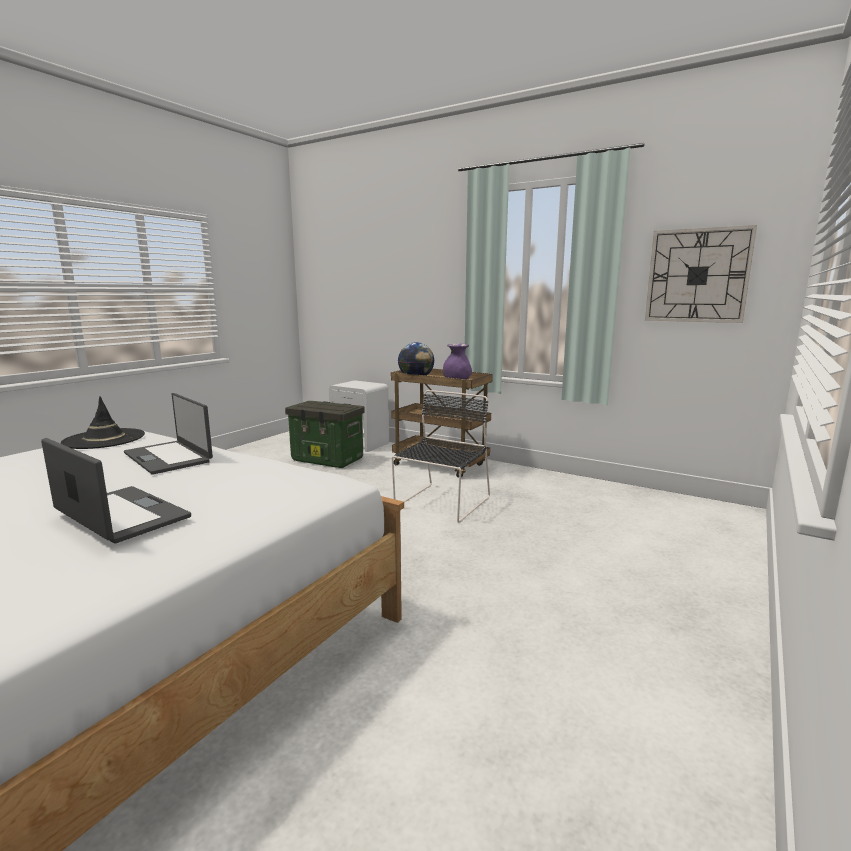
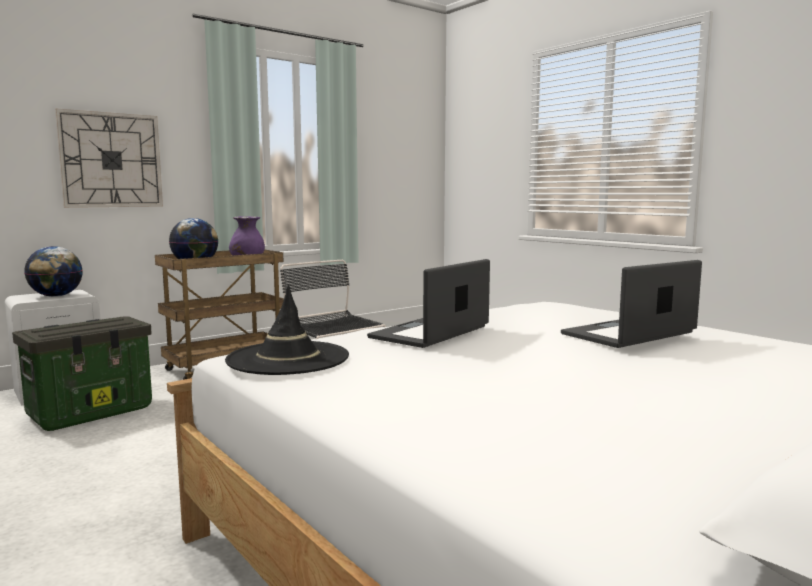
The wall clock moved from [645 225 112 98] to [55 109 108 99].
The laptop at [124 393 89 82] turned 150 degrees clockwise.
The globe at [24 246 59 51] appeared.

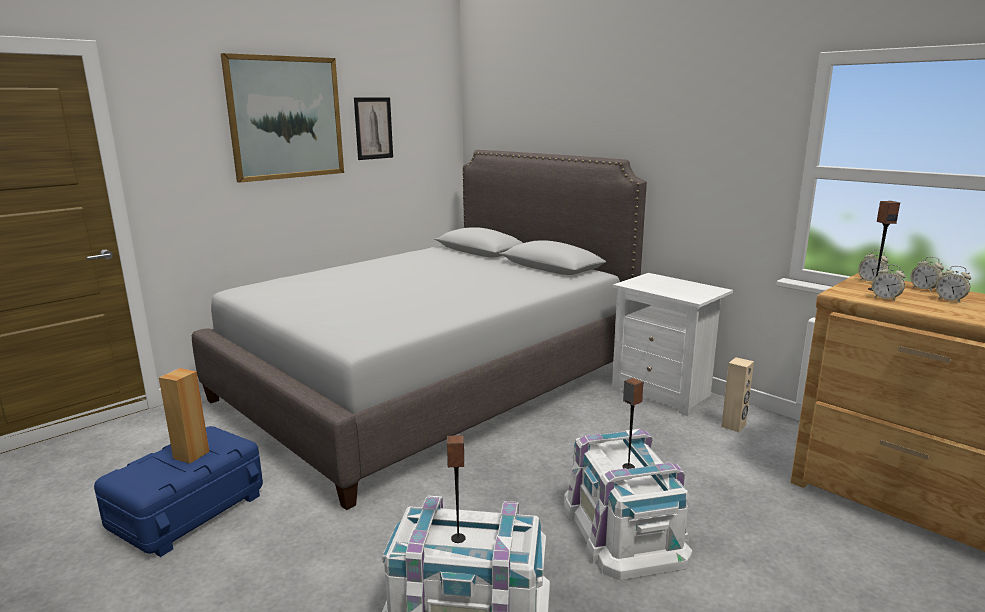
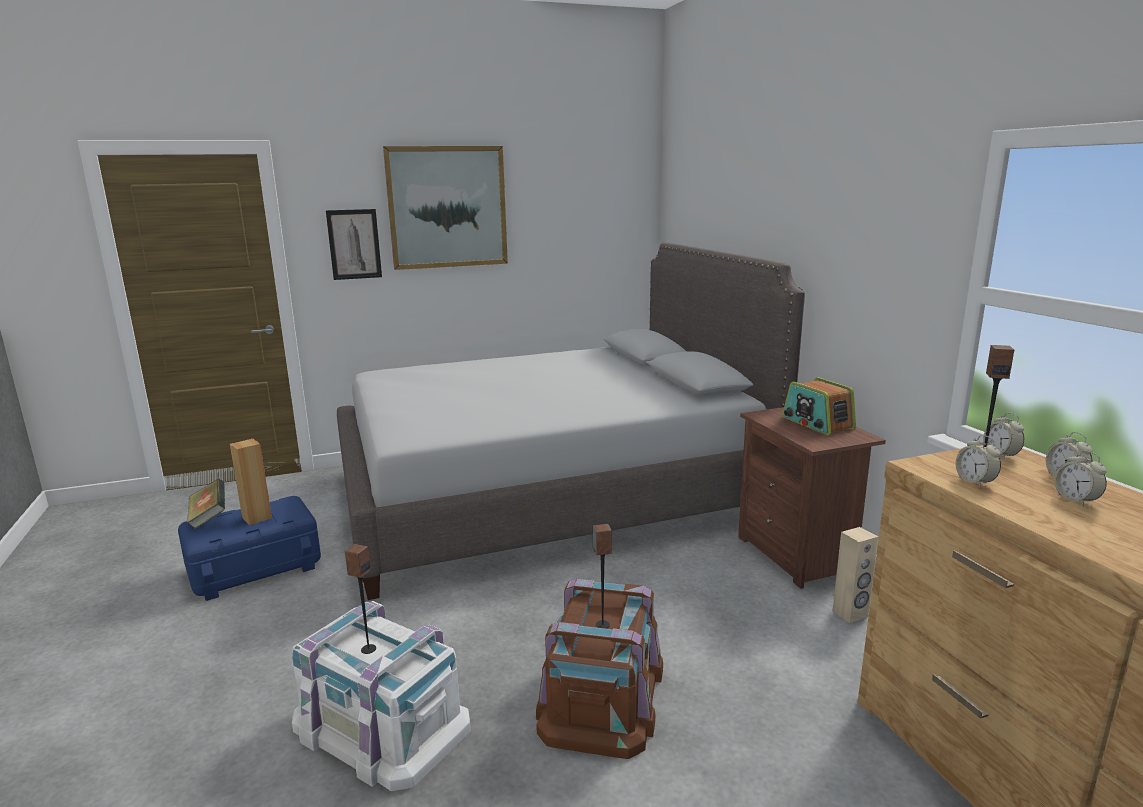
The picture moved from [354 97 39 63] to [326 209 56 71].
The white nightstand at [612 273 121 143] became the brown nightstand at [738 407 148 182].
The white storage box at [564 429 128 151] became the brown storage box at [536 579 127 180].
The radio at [782 377 74 58] appeared.
The book at [187 479 38 50] appeared.

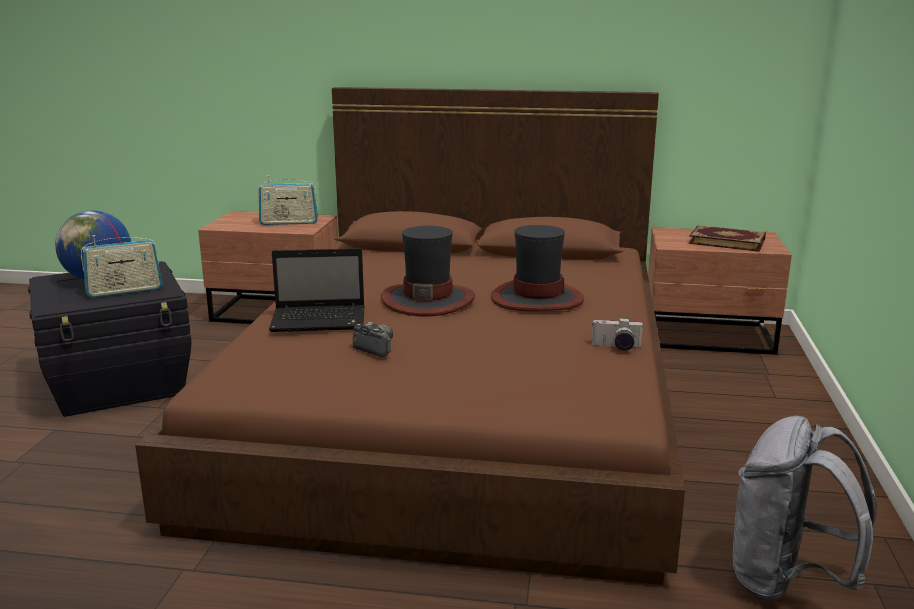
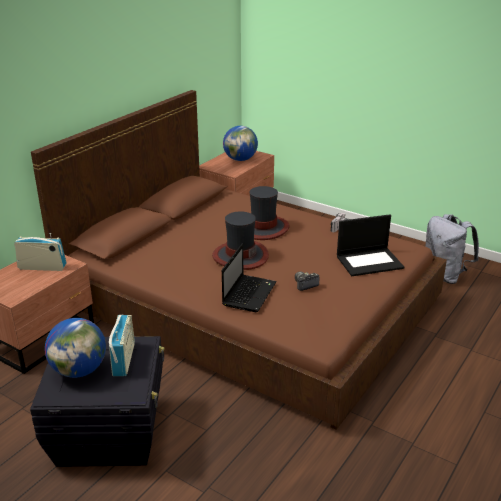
The radio at [258 175 60 50] turned 105 degrees counterclockwise.
The book at [689 225 77 27] was replaced by the globe at [223 126 35 35].
The laptop at [337 214 67 62] appeared.

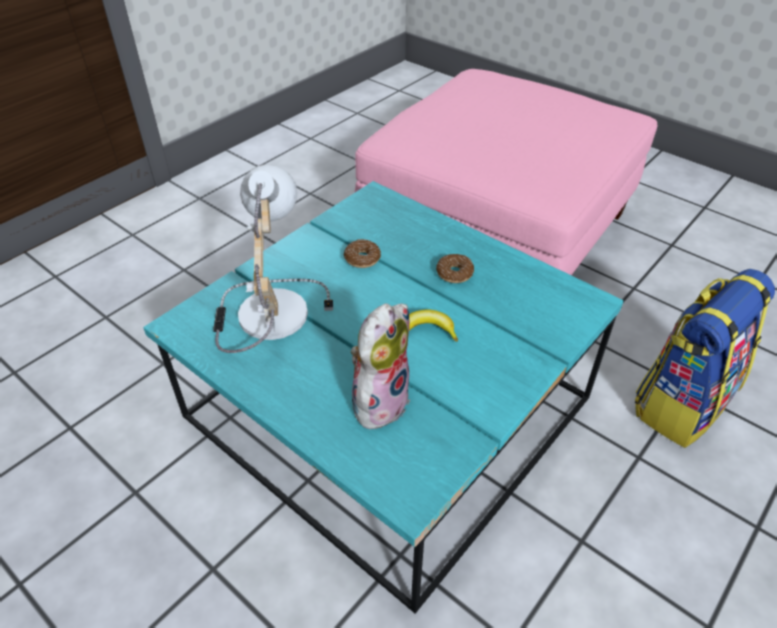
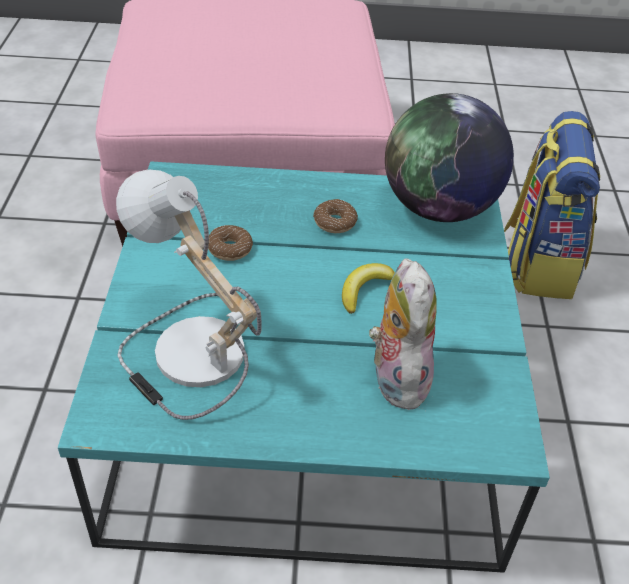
The globe at [385 93 129 129] appeared.

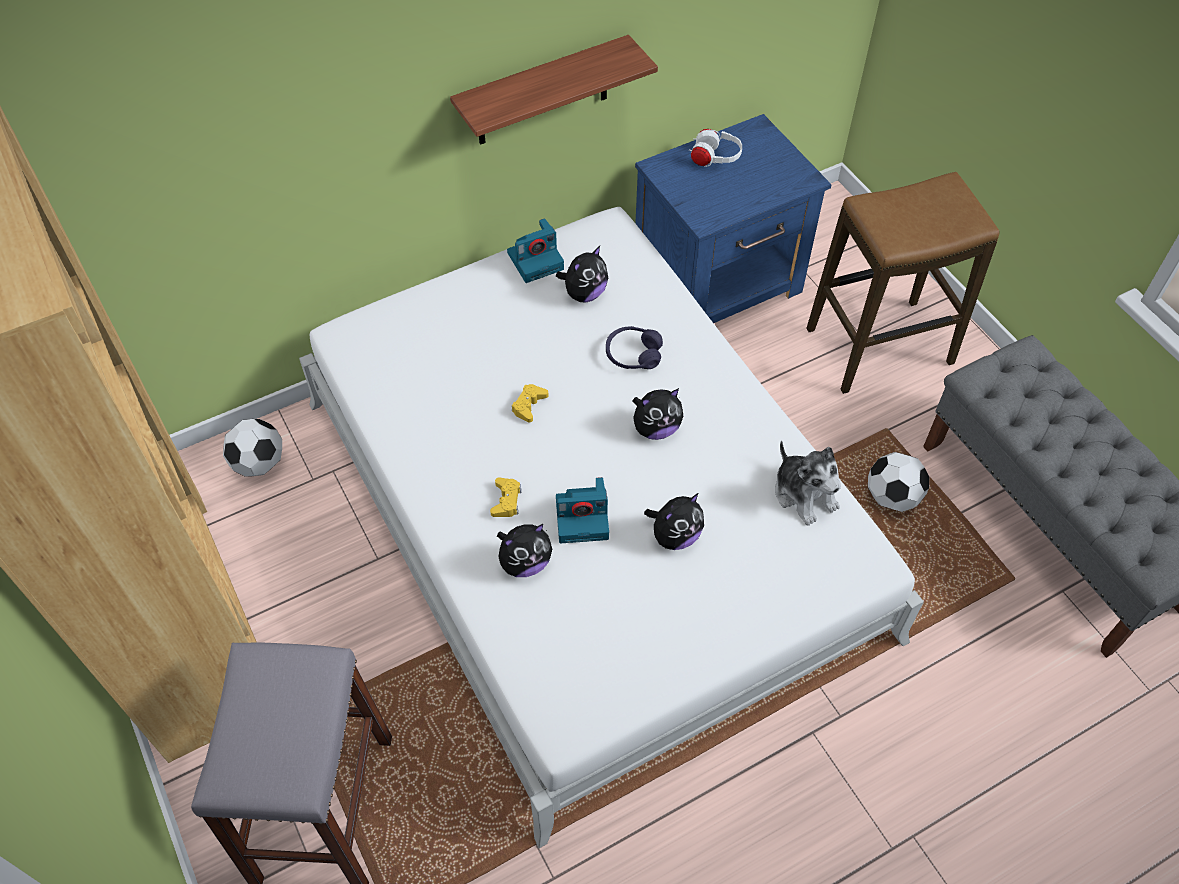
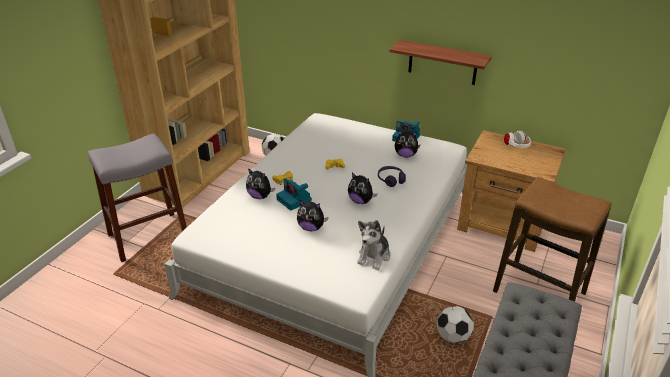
The blue nightstand at [635 114 196 209] became the brown nightstand at [457 130 109 122].

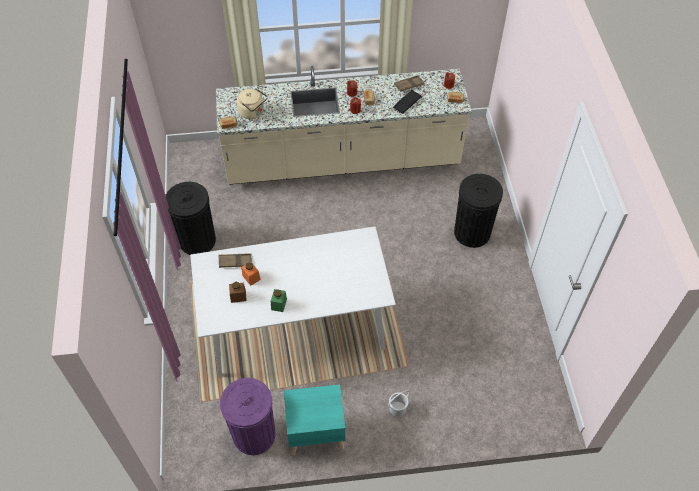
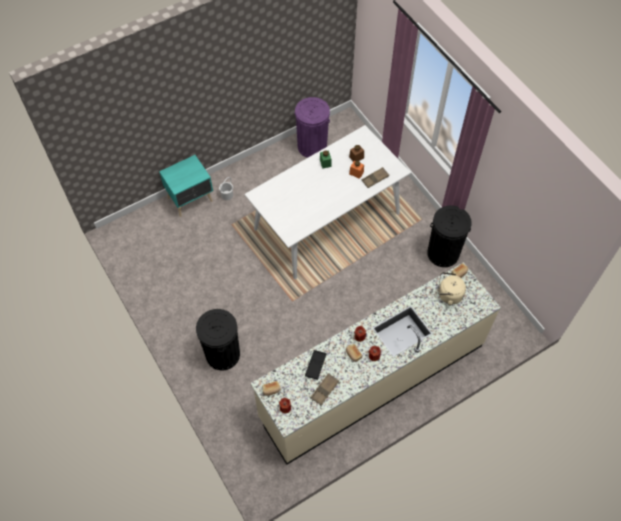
The turquoise nightstand moved from [284 384 61 71] to [159 155 54 62].

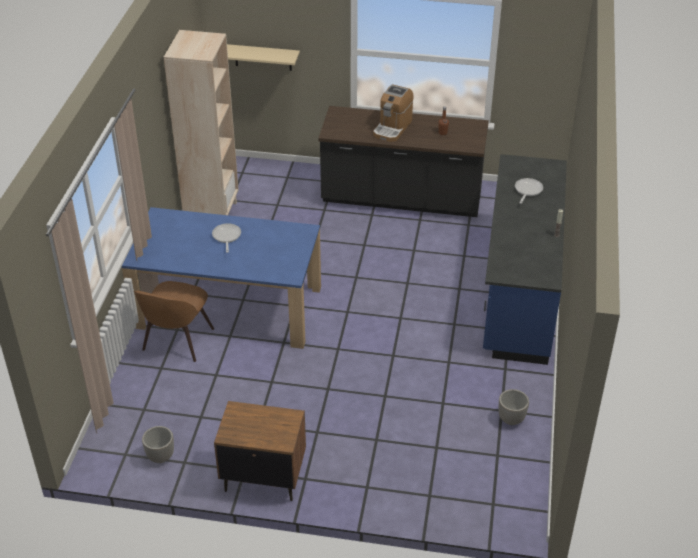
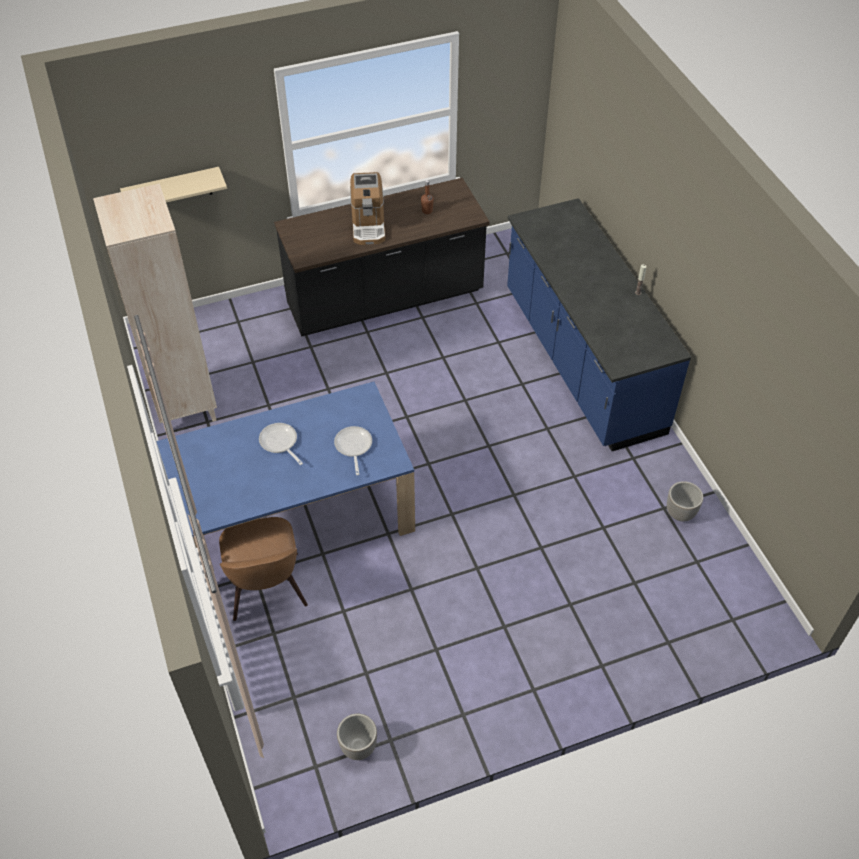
The frying pan moved from [515 178 28 26] to [334 426 38 49].
The brown nightstand at [214 401 92 100] disappeared.

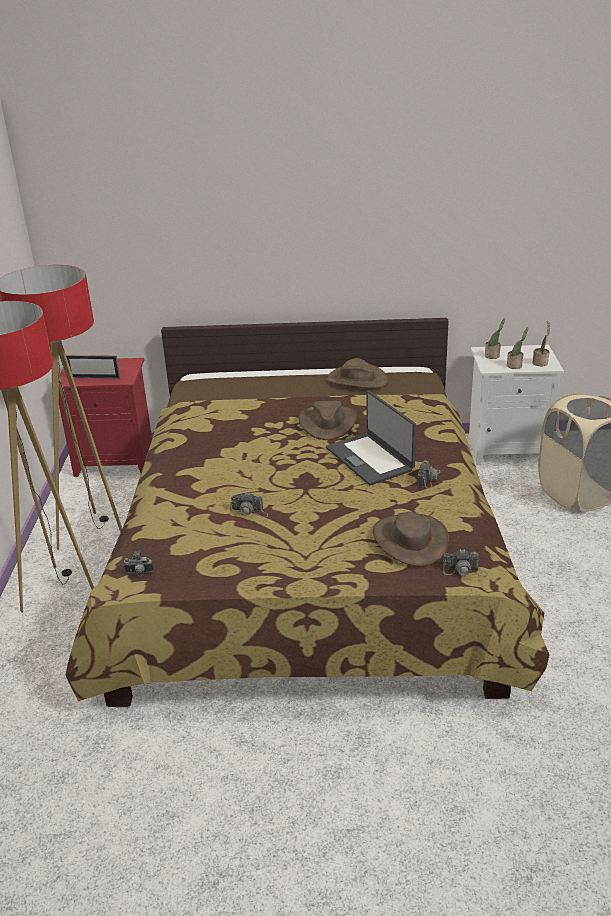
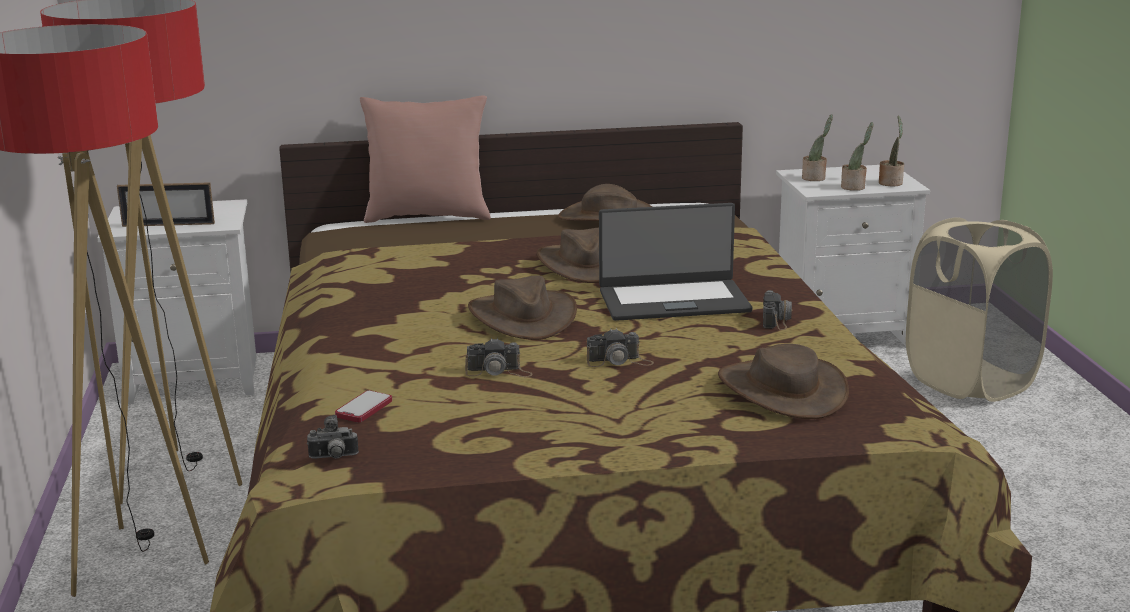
The red nightstand at [59 358 93 119] became the white nightstand at [97 199 159 205].
The laptop at [326 390 90 95] turned 60 degrees counterclockwise.
The photo camera moved from [443 549 45 28] to [587 328 67 39].
The pink pillow at [360 96 131 127] appeared.
The brown hat at [468 275 109 65] appeared.
The phone at [335 390 57 32] appeared.

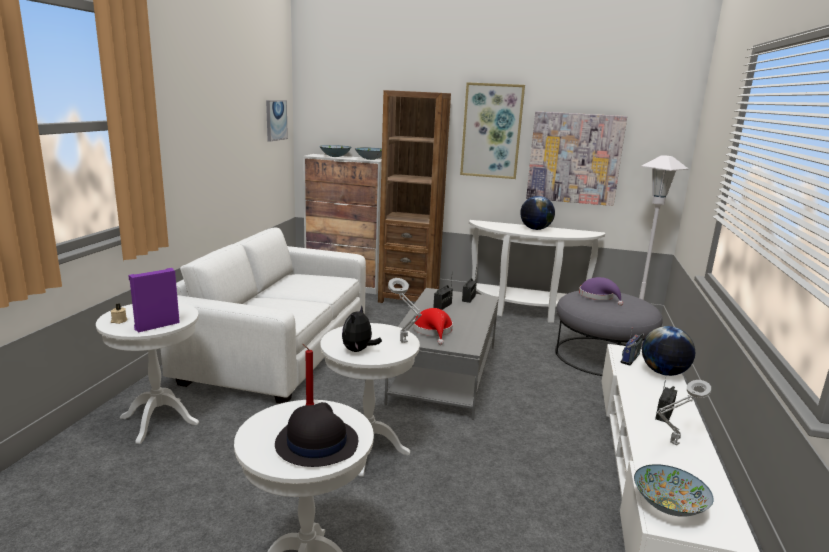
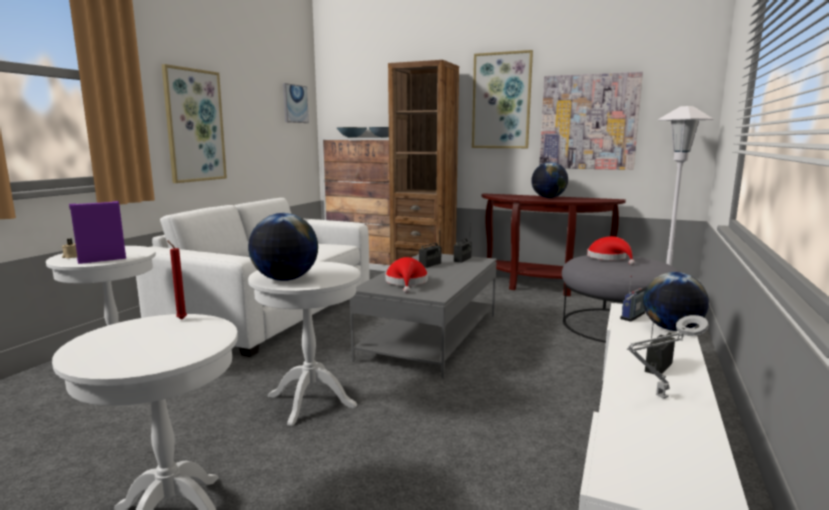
The white console table at [469 220 136 103] became the brown console table at [481 193 145 103].
The purple hat at [579 277 44 29] became the red hat at [587 236 48 29].
The grey table lamp at [388 278 34 65] disappeared.
The plush toy at [342 305 40 47] was replaced by the globe at [248 213 70 68].
The black hat at [275 402 83 65] disappeared.
The bowl at [634 464 79 53] disappeared.
The picture at [162 64 65 119] appeared.

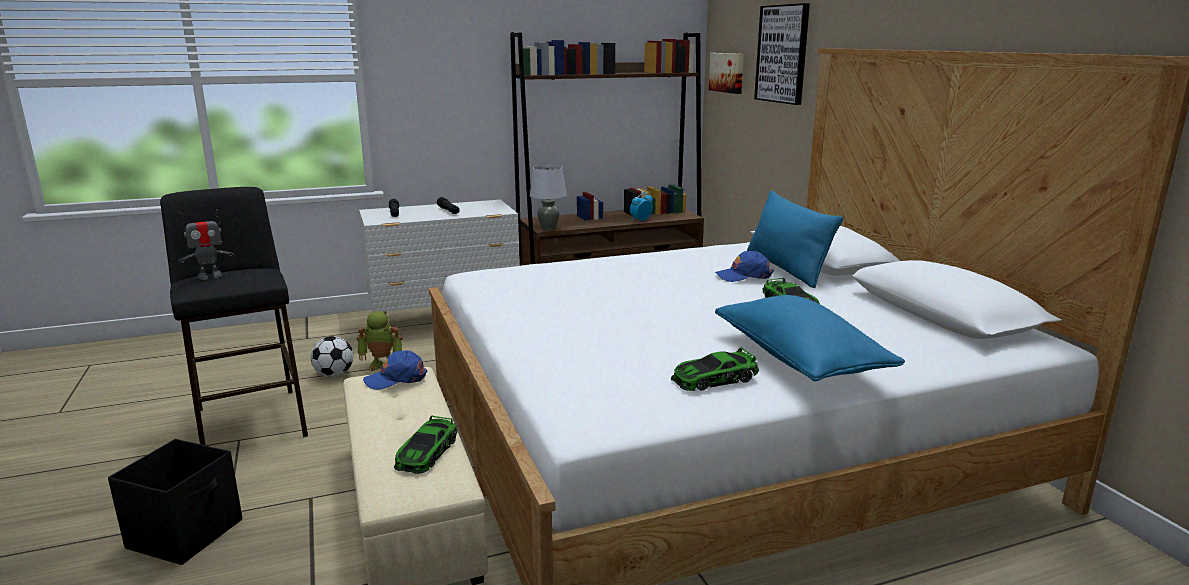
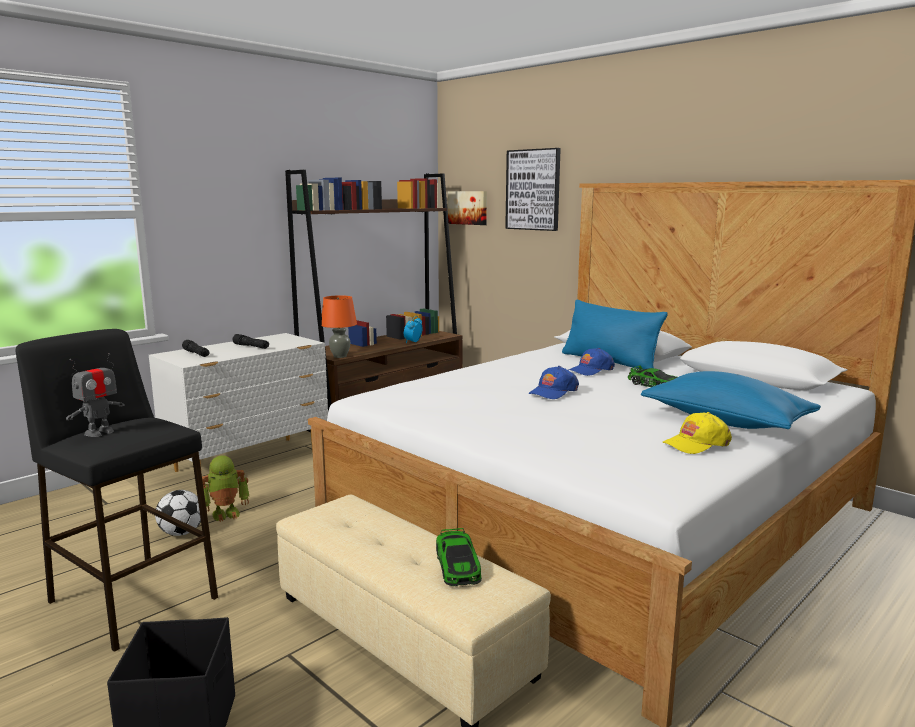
The grey table lamp at [530 165 37 65] became the orange table lamp at [322 295 35 63].
The toy car at [671 347 88 44] was replaced by the yellow cap at [663 412 69 42].
The blue cap moved from [363 350 64 40] to [528 366 51 33].

